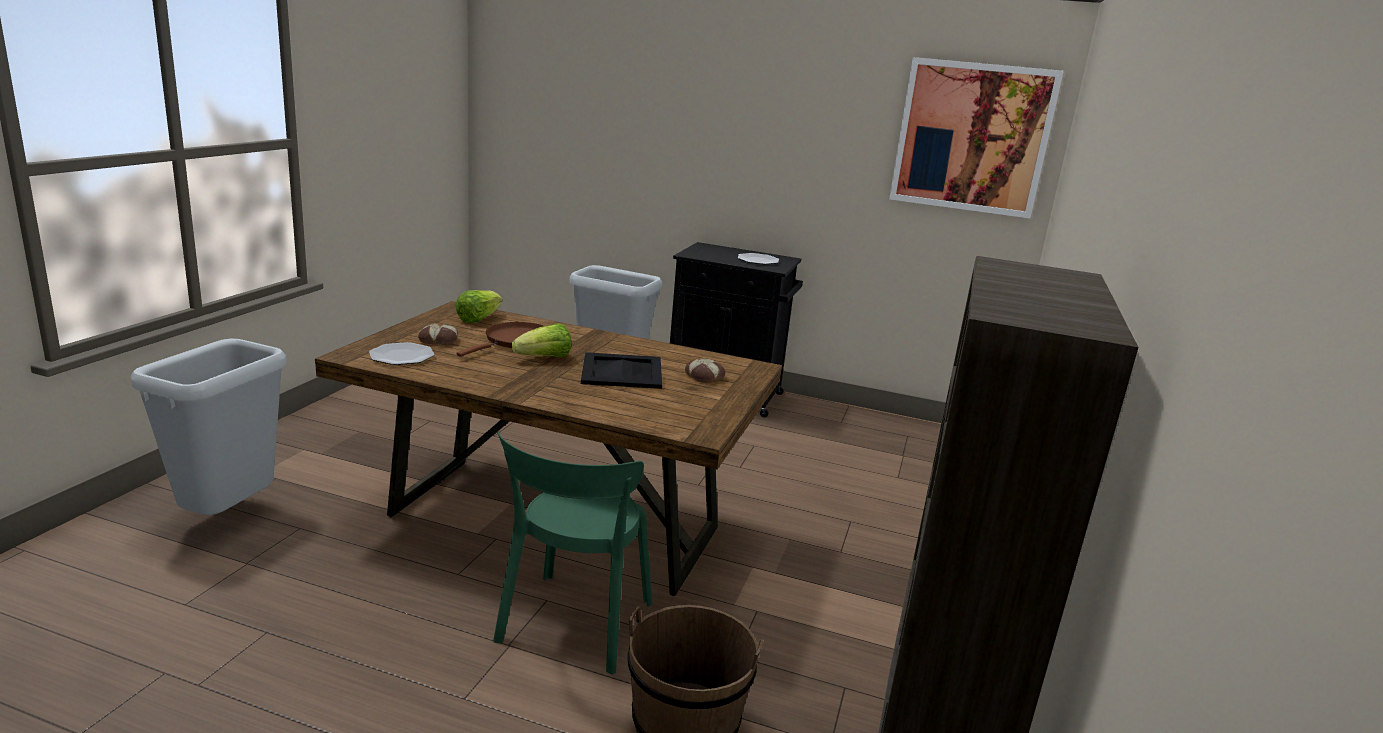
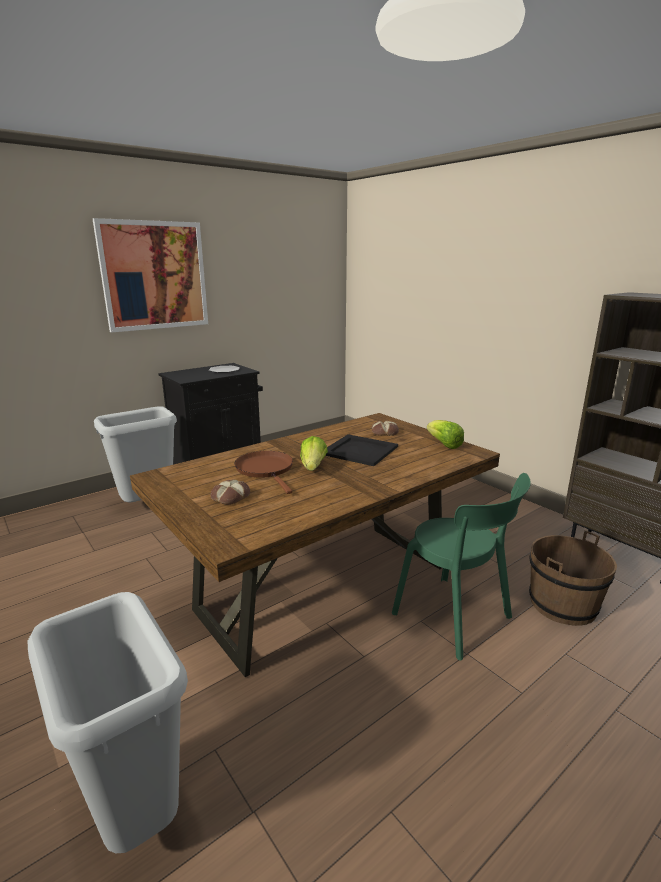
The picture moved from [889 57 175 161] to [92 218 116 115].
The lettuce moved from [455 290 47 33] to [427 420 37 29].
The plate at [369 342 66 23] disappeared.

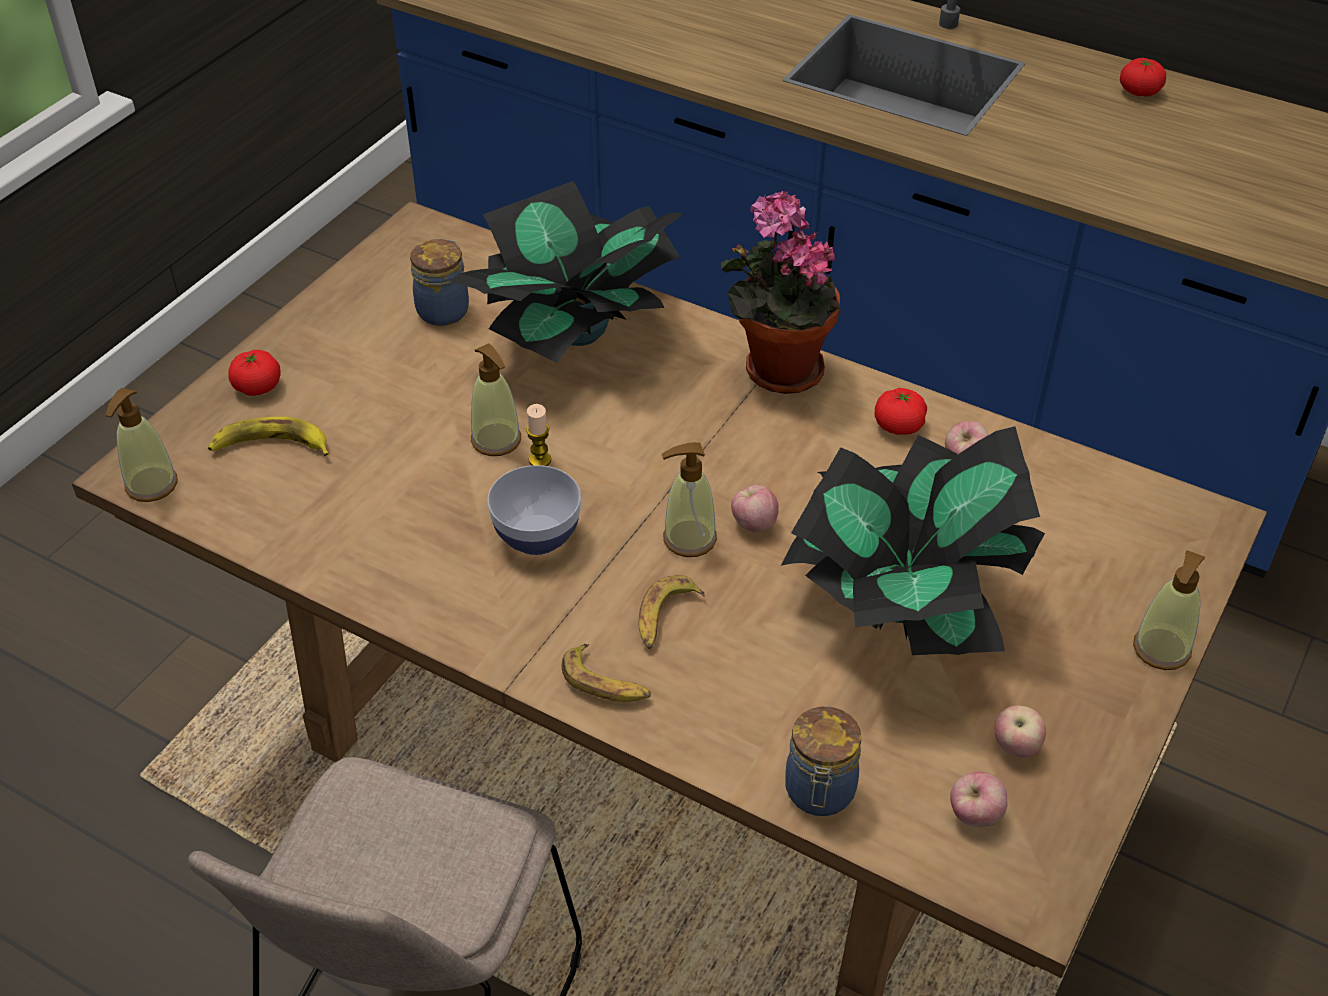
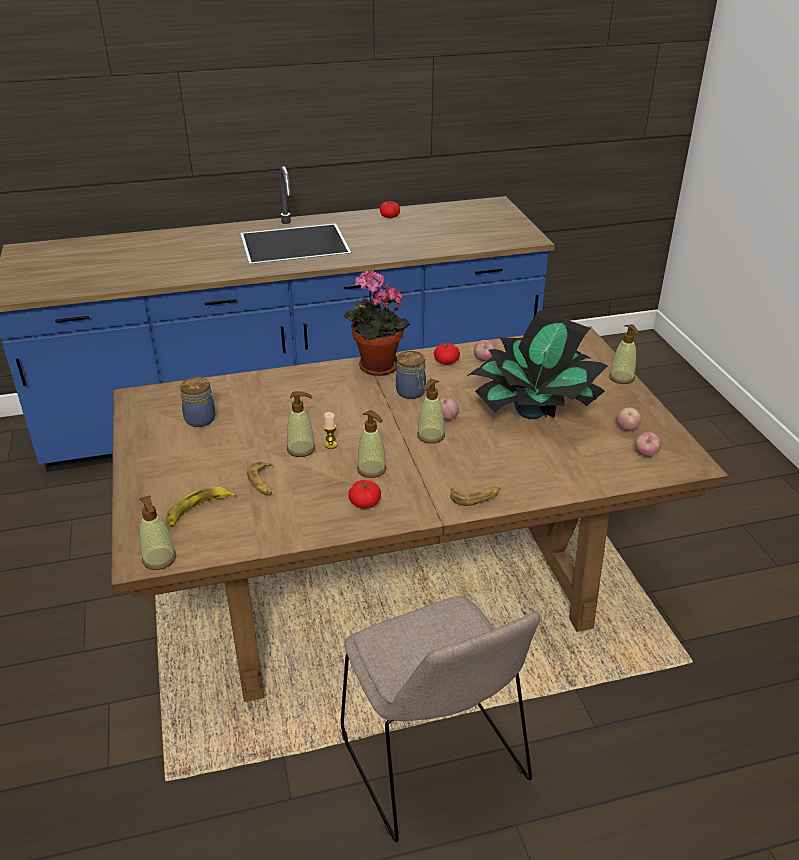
The potted plant at [449 181 235 182] disappeared.
The tomato moved from [228 350 53 46] to [348 480 33 29].
The bowl at [487 465 94 90] was replaced by the soap dispenser at [357 410 29 68].
The banana moved from [639 575 66 74] to [247 462 25 33].
The jar moved from [785 707 76 109] to [396 351 30 48].

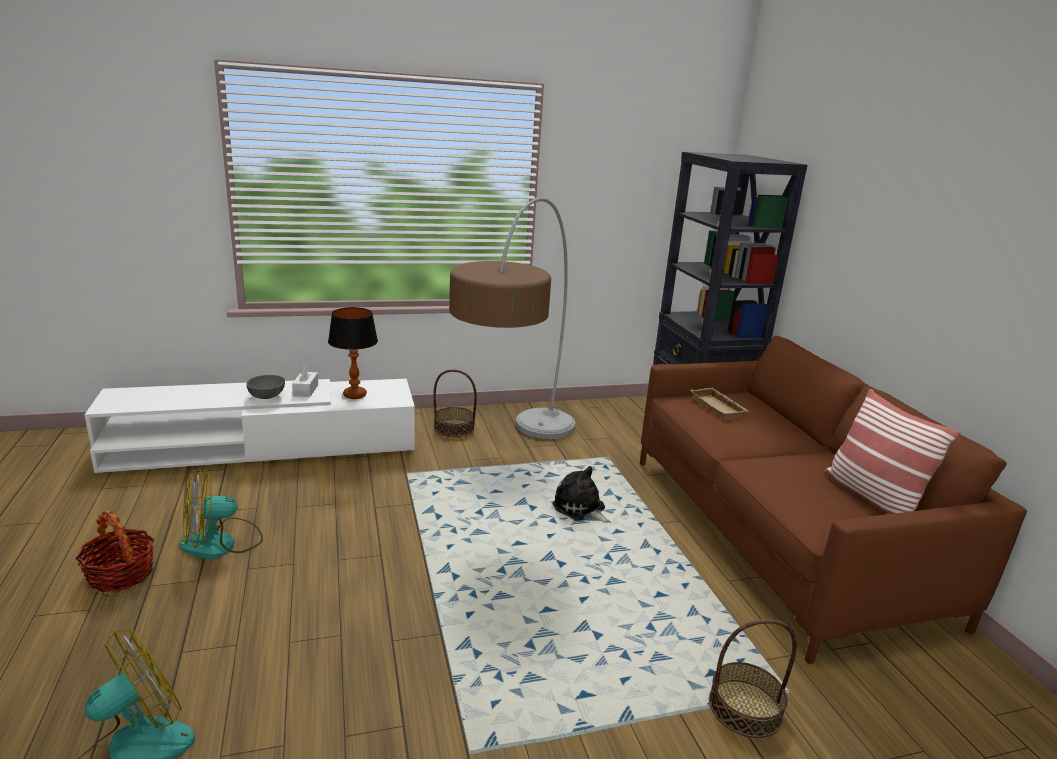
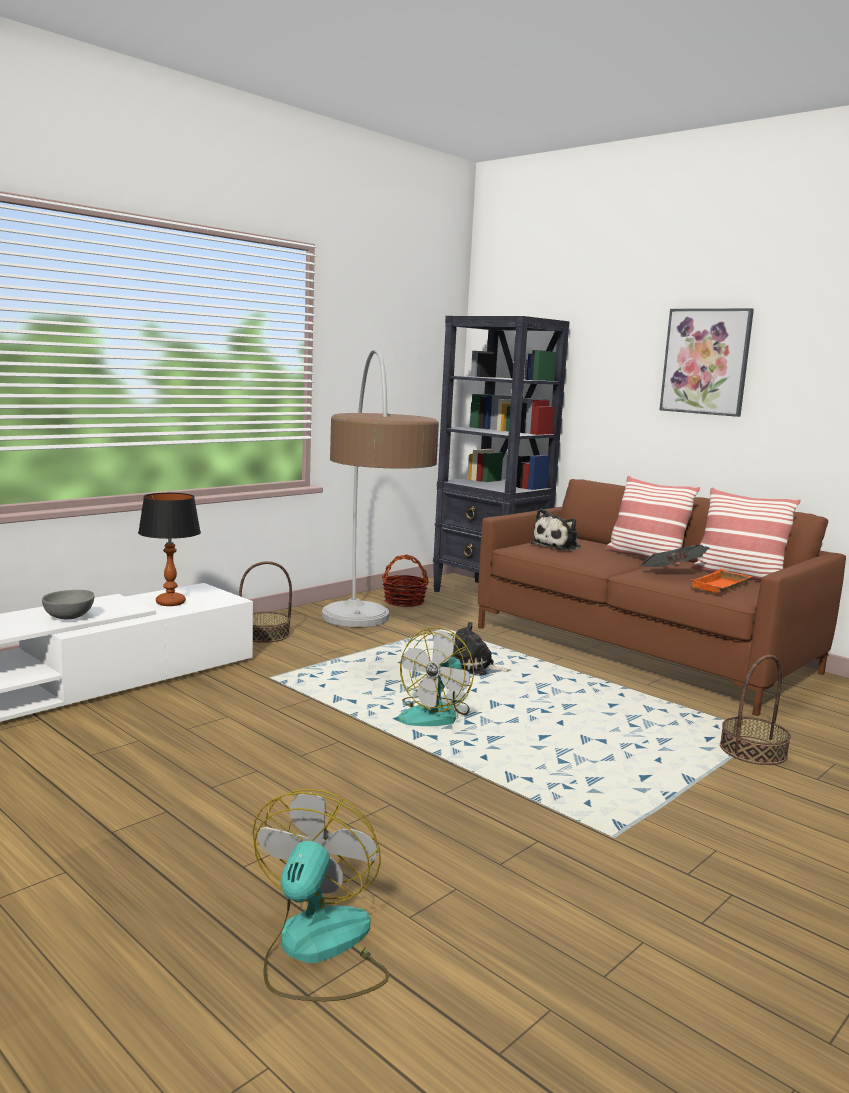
The white tissue box at [292 365 26 32] disappeared.
The beige tray at [691 387 57 32] was replaced by the plush toy at [531 509 50 41].
The fan moved from [180 469 83 90] to [398 627 76 99].
The basket moved from [75 511 80 81] to [382 554 47 53].
The picture at [660 308 94 109] appeared.
The pillow at [605 476 95 89] appeared.
The newspaper at [639 545 70 22] appeared.
The orange tray at [690 569 63 24] appeared.

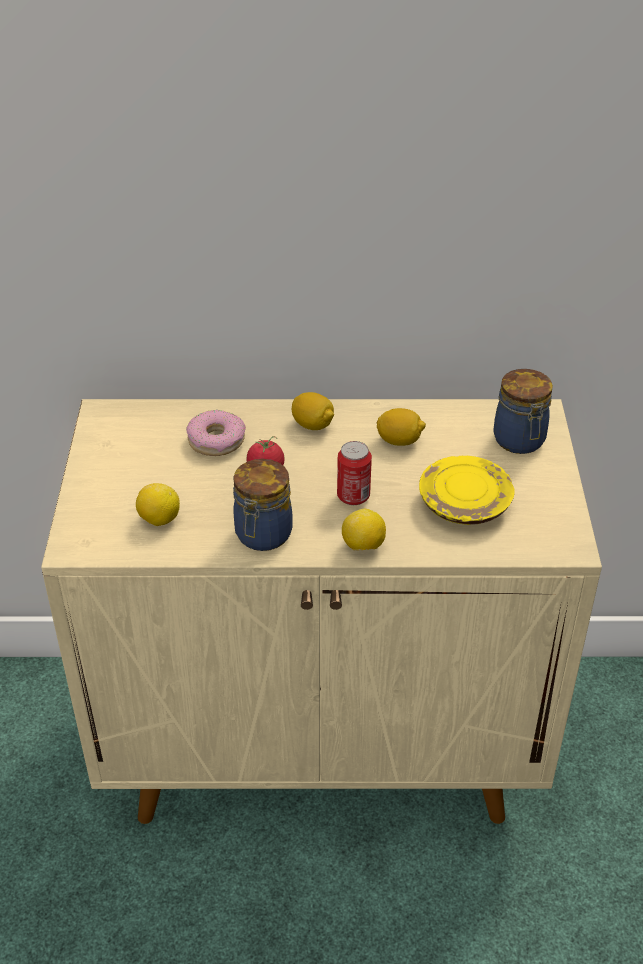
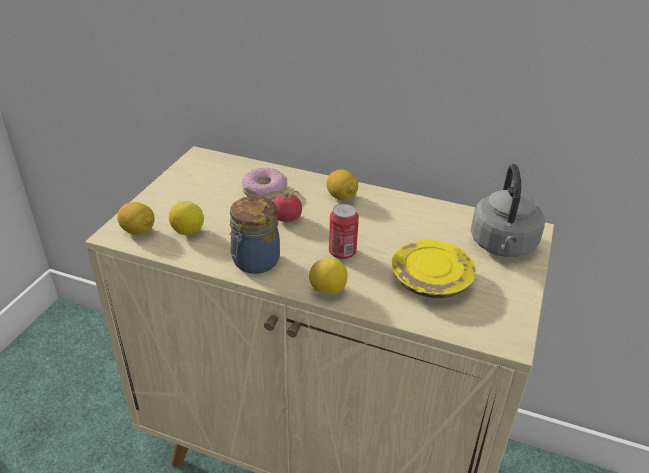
The jar at [493 369 60 85] was replaced by the grey kettle at [471 164 74 93].
The lemon moved from [377 408 49 38] to [117 202 38 33].

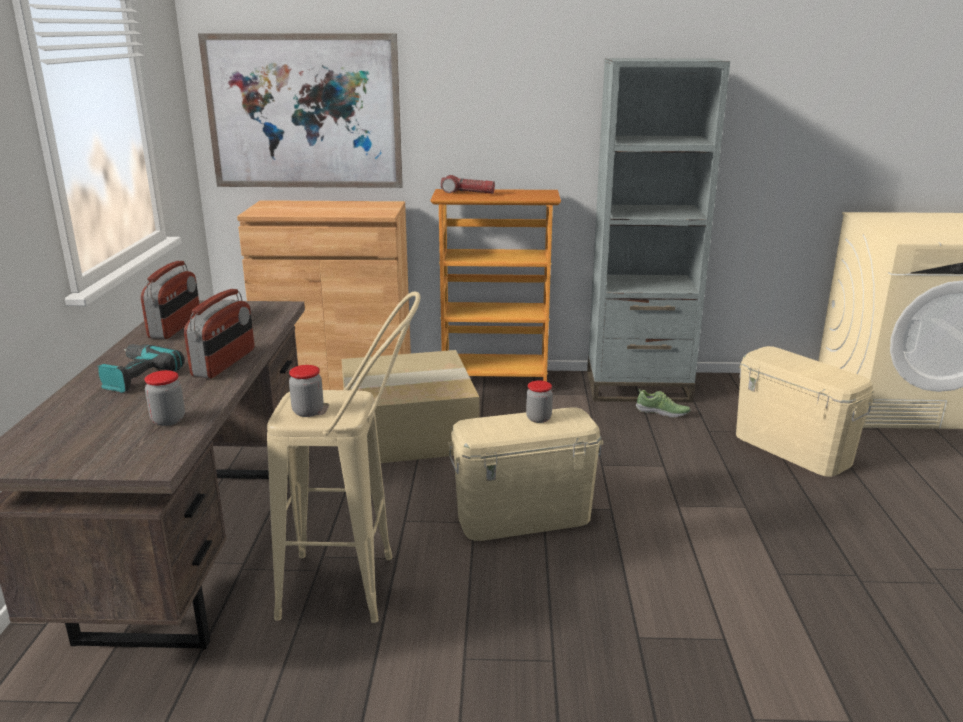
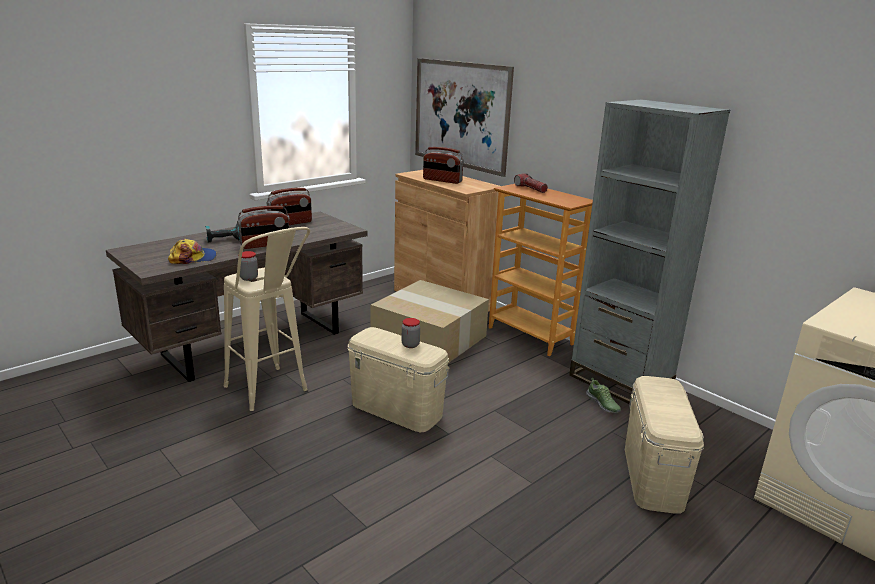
The jar at [144 370 41 56] was replaced by the cap at [168 239 48 25].
The radio at [423 147 41 37] appeared.

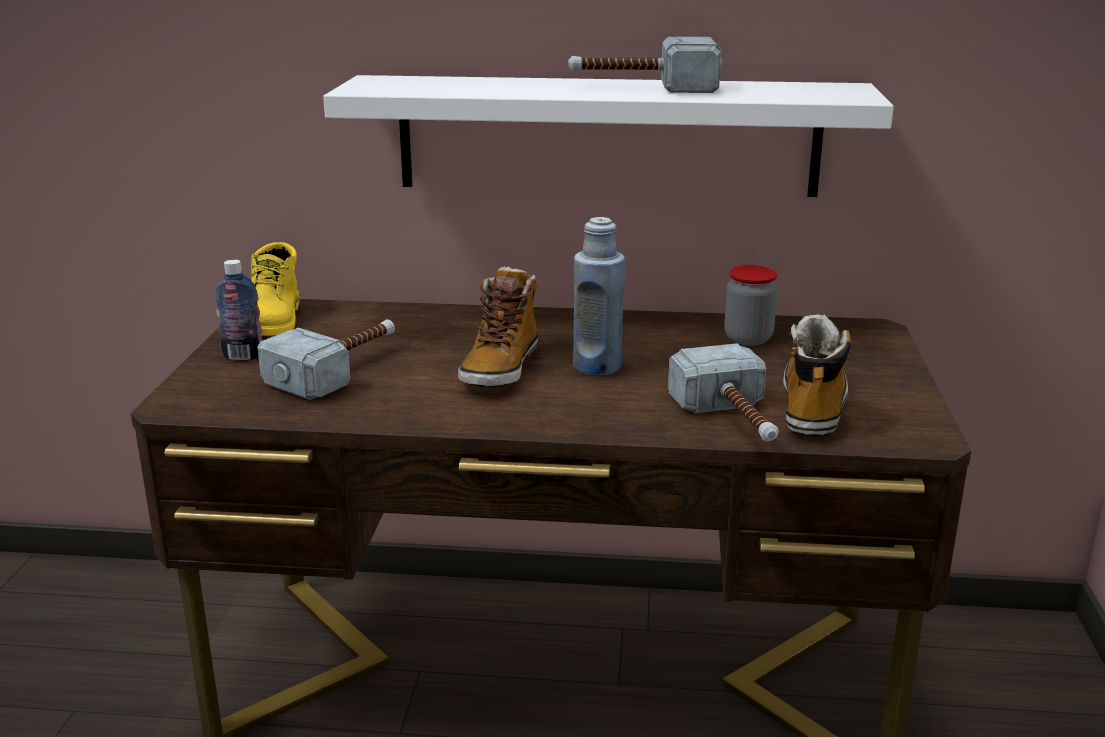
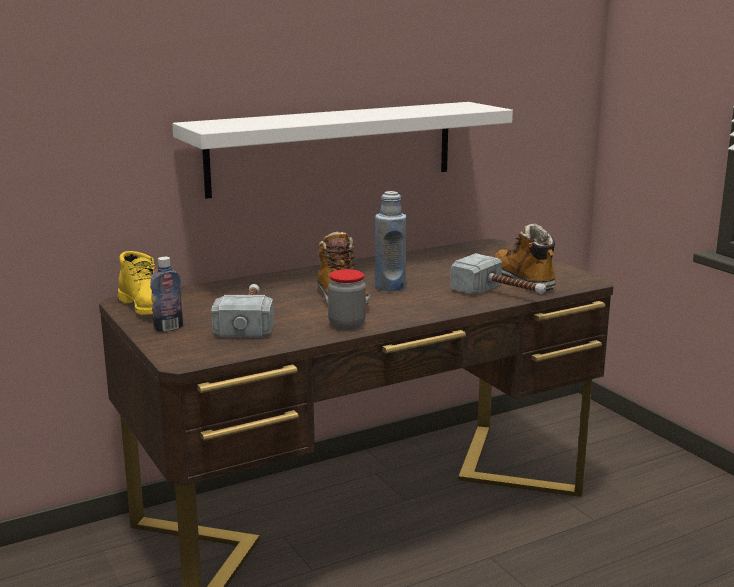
The hammer at [568 37 153 56] disappeared.
The jar moved from [724 265 53 81] to [328 269 38 61].

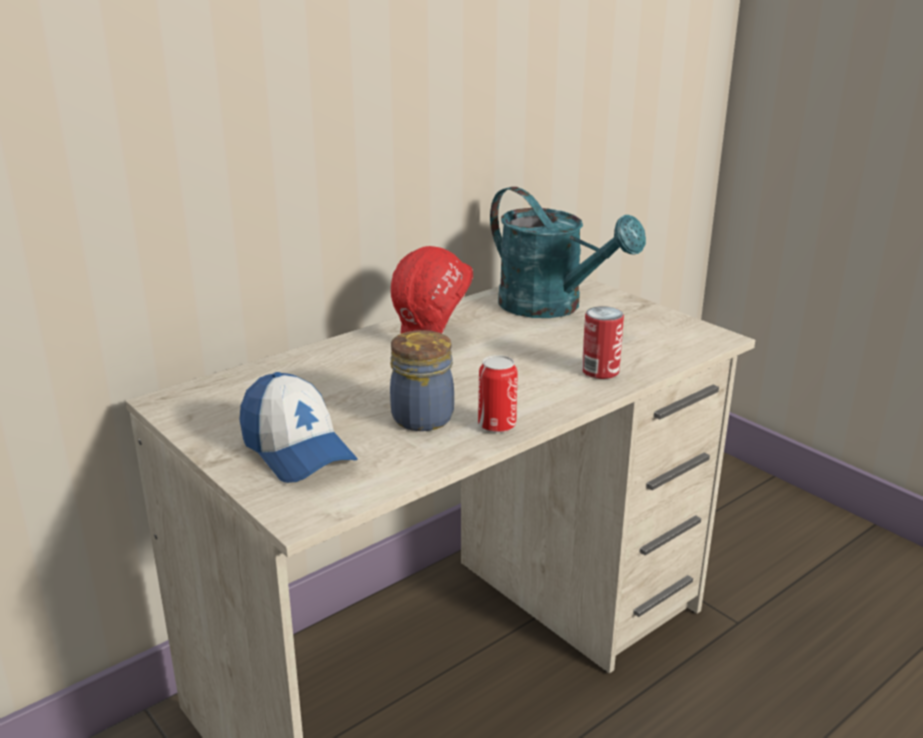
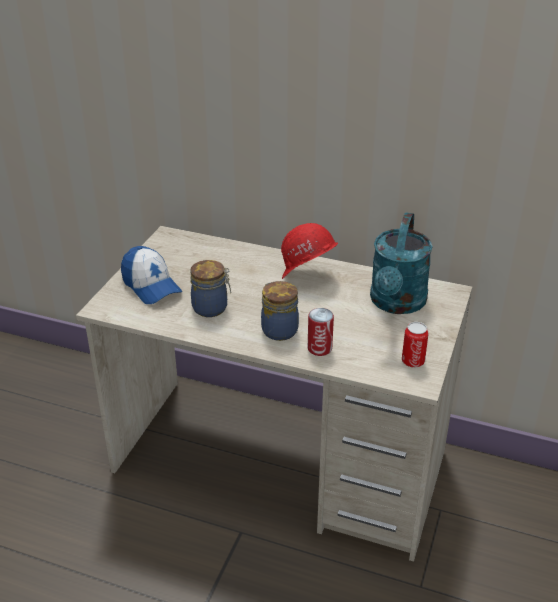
The can moved from [478 355 40 78] to [402 322 27 45].
The cap at [239 372 119 111] turned 60 degrees counterclockwise.
The jar at [261 281 38 60] appeared.

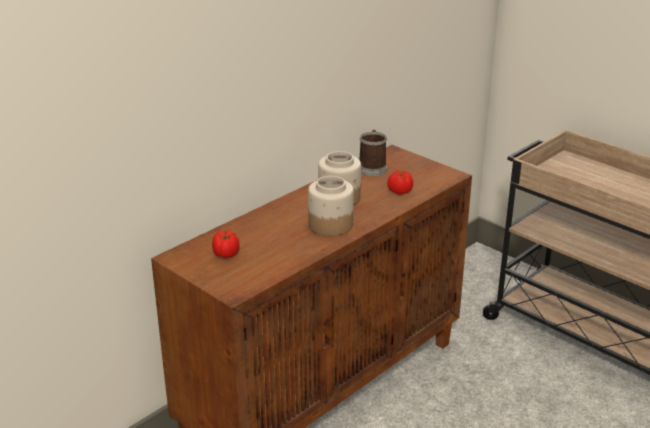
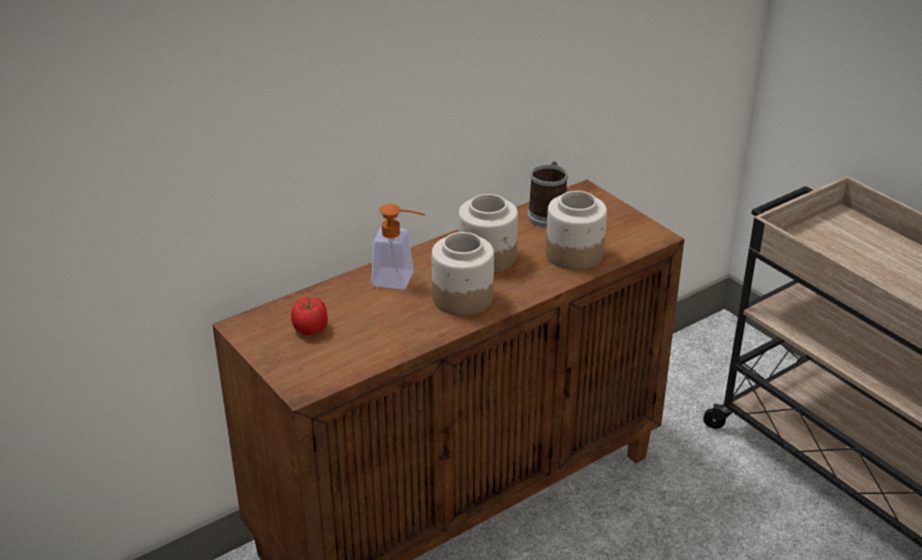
The tomato at [387 170 26 25] was replaced by the jar at [546 191 61 79].
The soap dispenser at [371 204 55 85] appeared.

